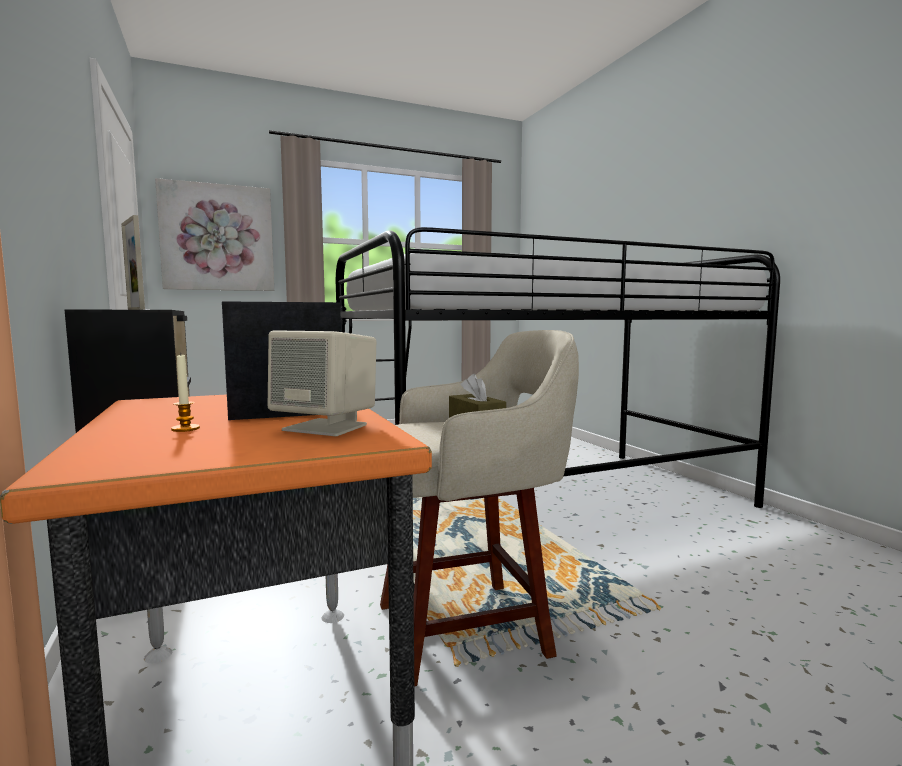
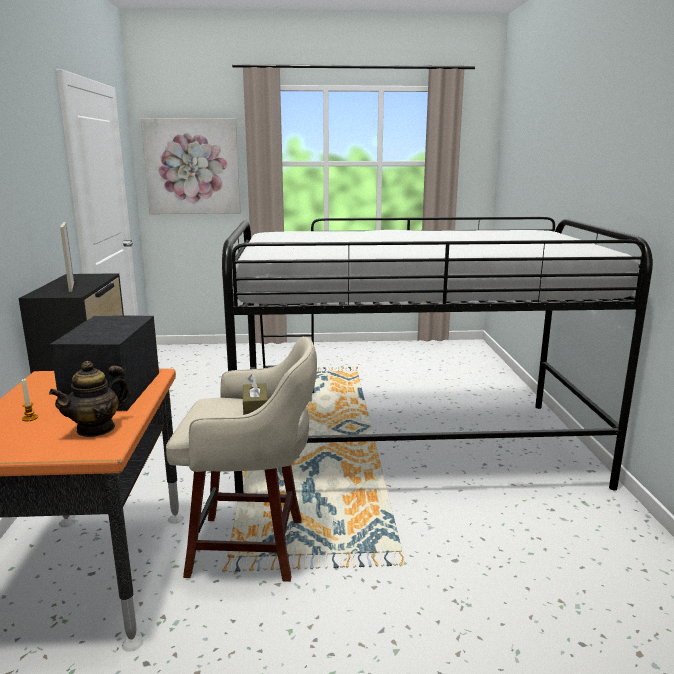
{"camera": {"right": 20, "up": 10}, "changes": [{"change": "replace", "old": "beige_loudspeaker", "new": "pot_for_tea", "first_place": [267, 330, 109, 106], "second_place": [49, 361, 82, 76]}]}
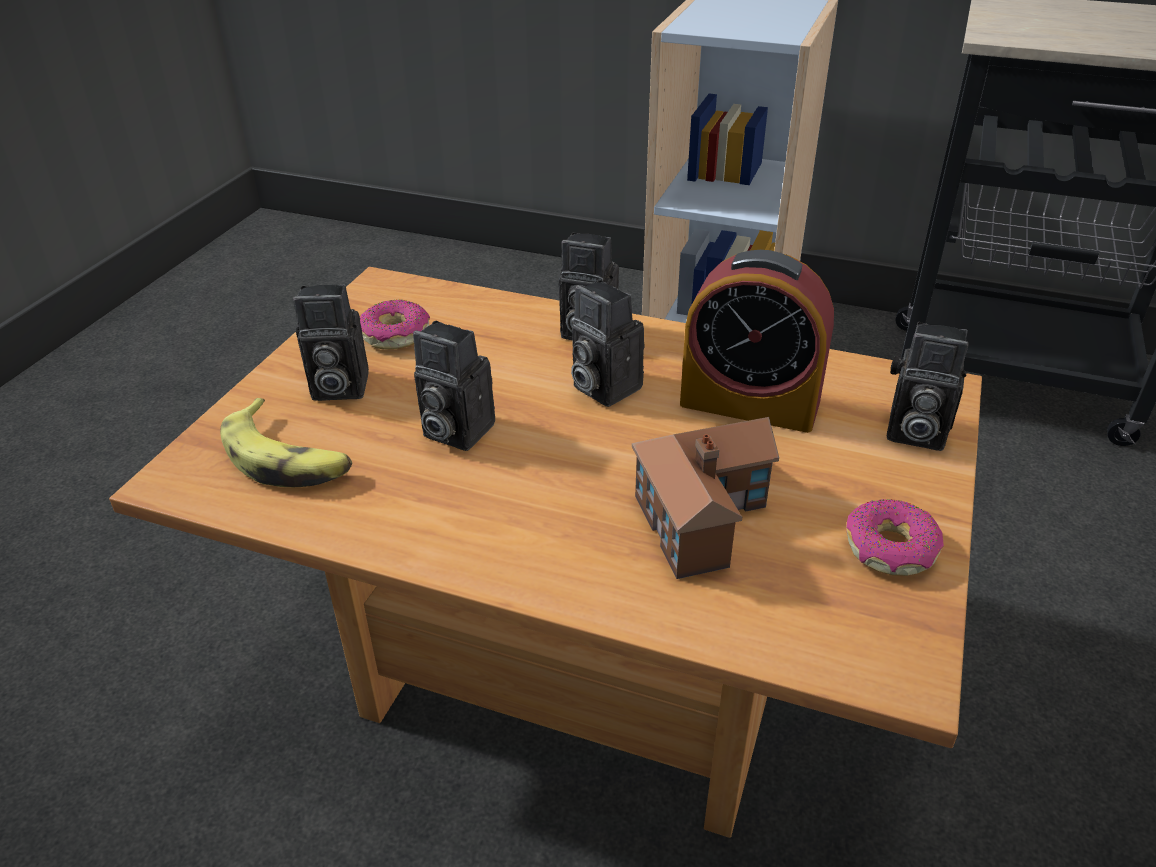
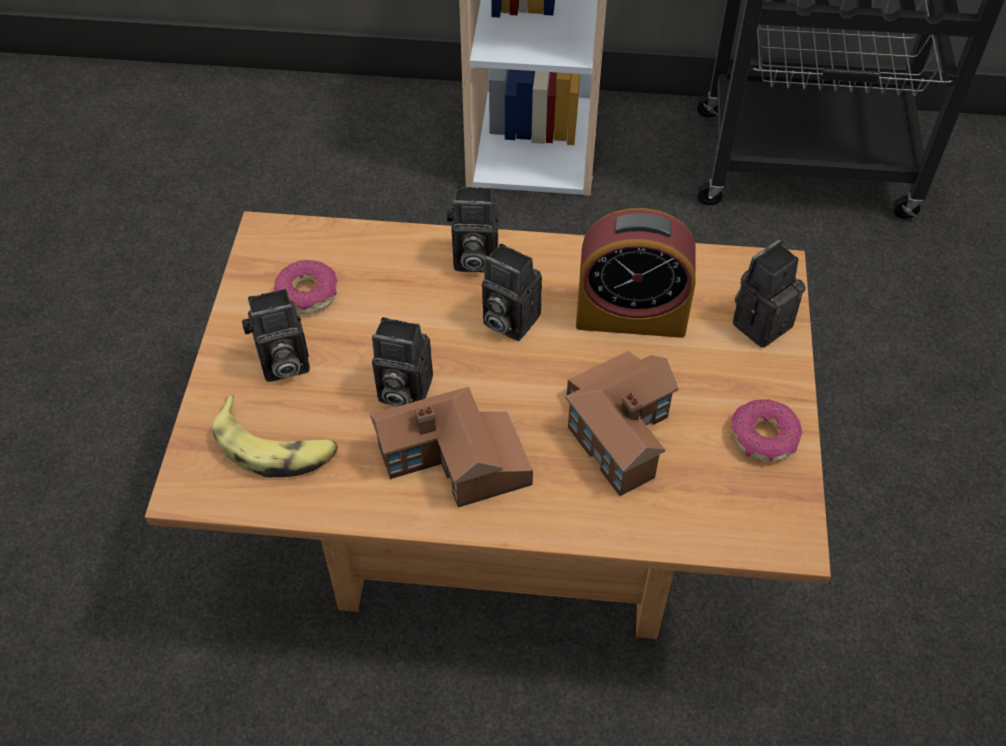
{"camera": {"right": -15, "up": 15}, "changes": [{"change": "rotate", "old": "still_camera", "first_place": [887, 322, 82, 129], "second_place": [733, 240, 73, 107], "degrees": 135}, {"change": "insert", "new": "model_house", "second_place": [370, 387, 163, 120]}]}
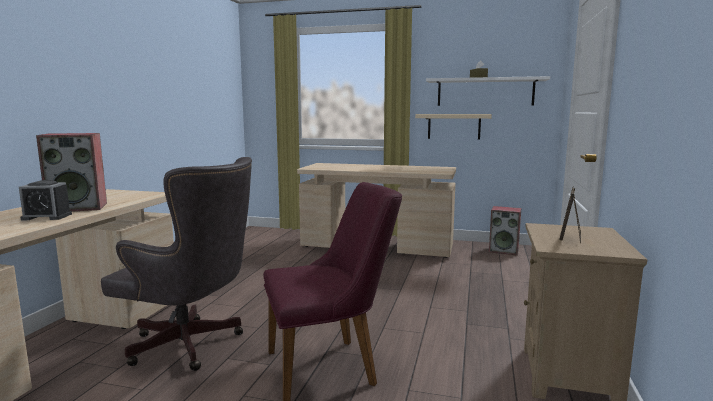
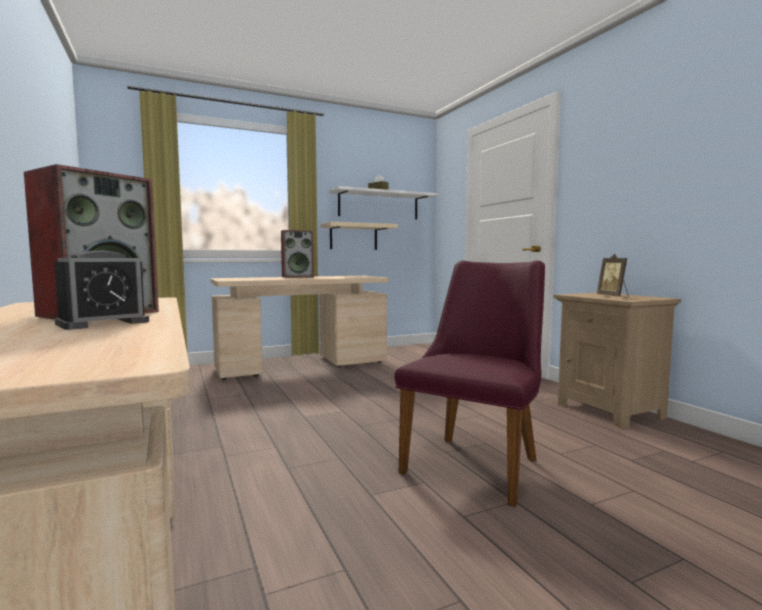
{"camera": {"right": -40, "up": -5}, "changes": [{"change": "delete", "old": "gray_computer_chair", "first_place": [101, 157, 151, 214]}, {"change": "move", "old": "loudspeaker", "first_place": [489, 206, 32, 49], "second_place": [281, 230, 33, 48]}]}
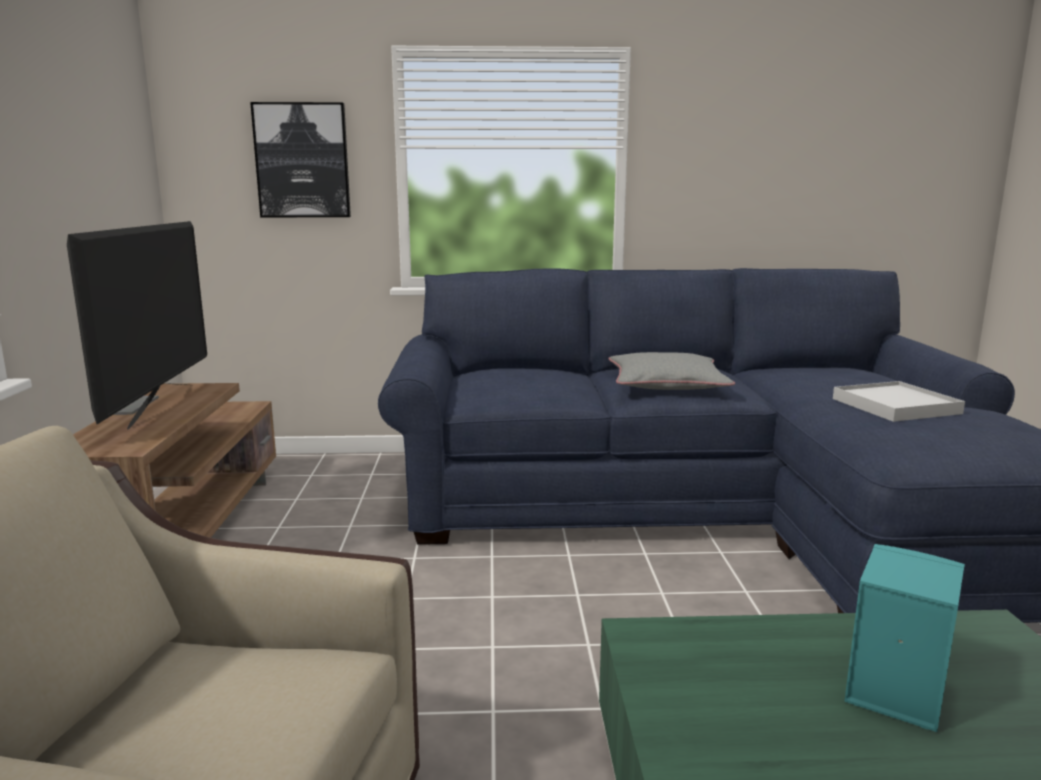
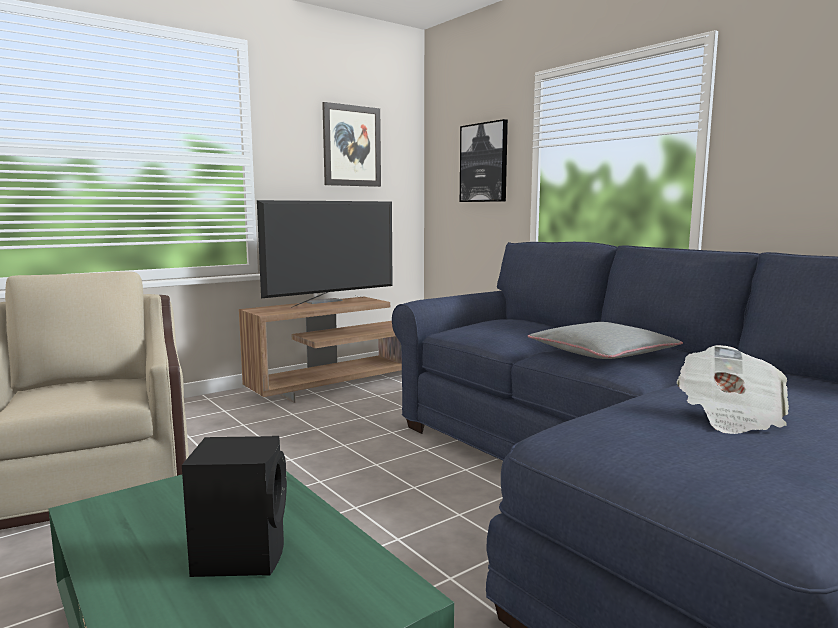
{"camera": {"right": 55, "up": -5}, "changes": [{"change": "replace", "old": "white-coloured_tray", "new": "printed_paper", "first_place": [833, 381, 132, 41], "second_place": [677, 345, 112, 89]}, {"change": "recolor", "old": "blue-green_loudspeaker", "new": "black_loudspeaker", "first_place": [844, 544, 121, 188], "second_place": [182, 436, 105, 141]}, {"change": "insert", "new": "wall_picture", "second_place": [322, 102, 59, 85]}]}
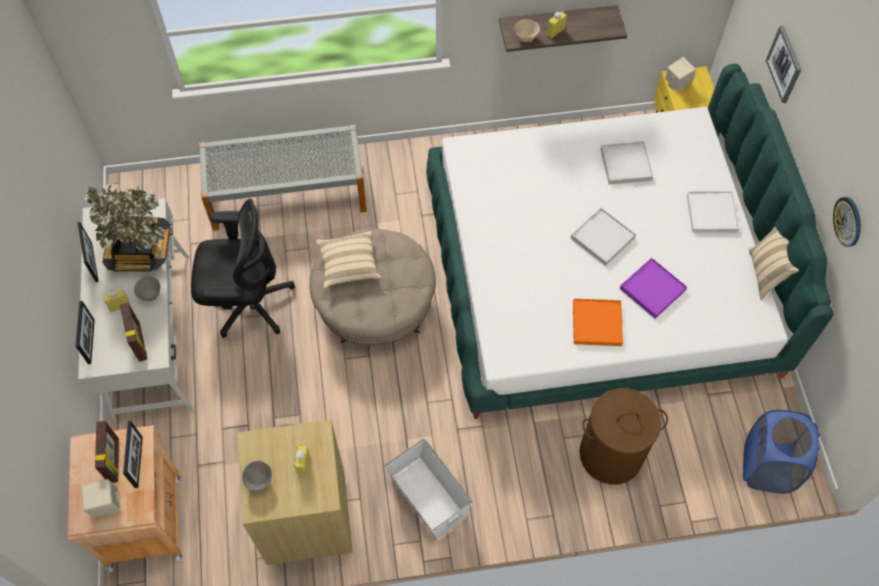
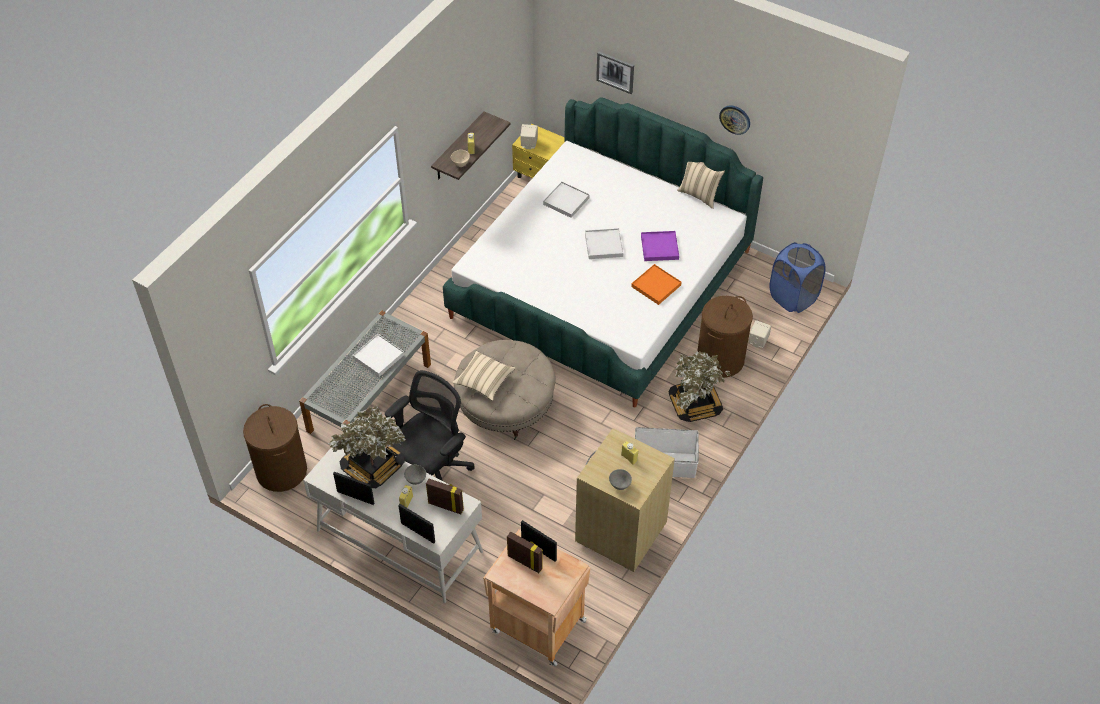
{"camera": {"right": -50, "up": -10}, "changes": [{"change": "move", "old": "white-coloured_tray", "first_place": [687, 191, 52, 42], "second_place": [353, 334, 51, 43]}, {"change": "move", "old": "beige_loudspeaker", "first_place": [81, 479, 39, 38], "second_place": [749, 320, 22, 28]}, {"change": "insert", "new": "houseplant", "second_place": [668, 351, 63, 71]}, {"change": "insert", "new": "brownish_laundry_basket", "second_place": [243, 404, 64, 88]}]}
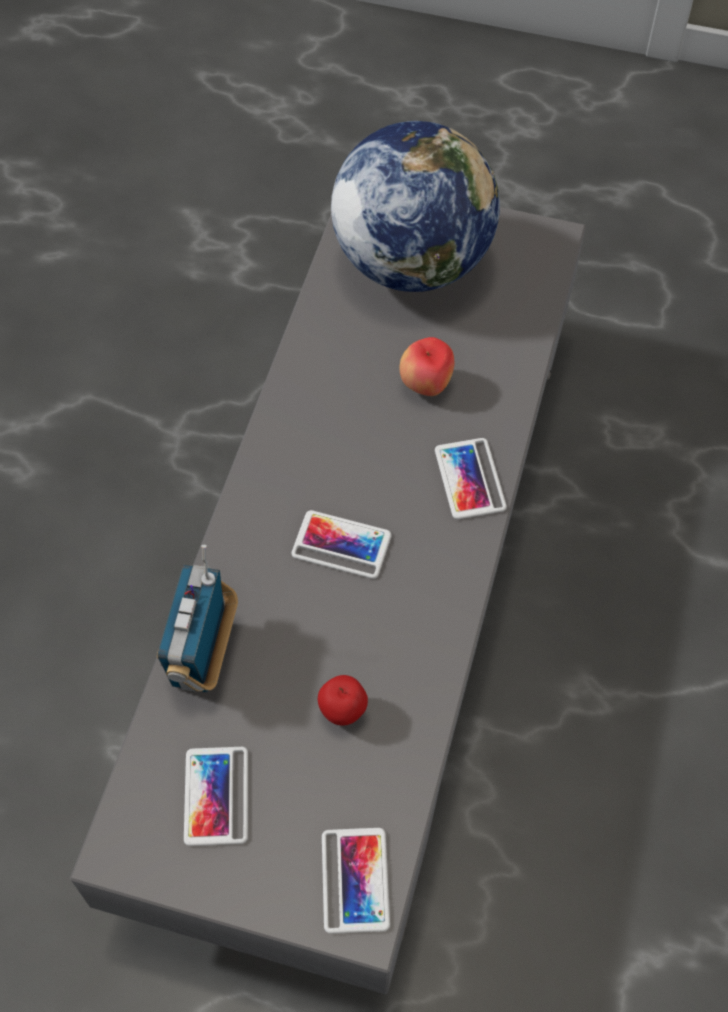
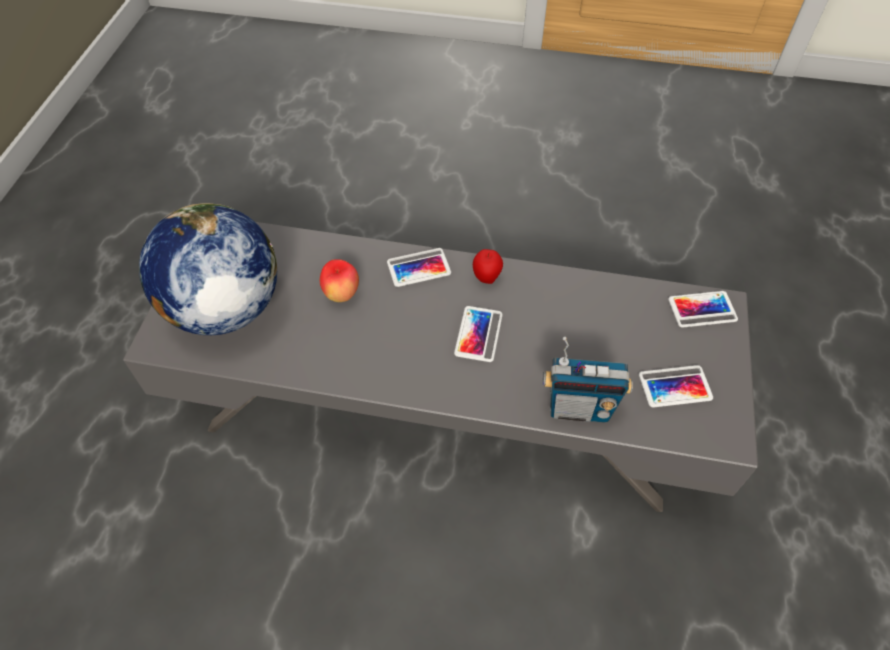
{"camera": {"right": -95, "up": -5}, "changes": [{"change": "move", "old": "apple_fruit", "first_place": [318, 675, 50, 51], "second_place": [473, 249, 30, 35]}]}
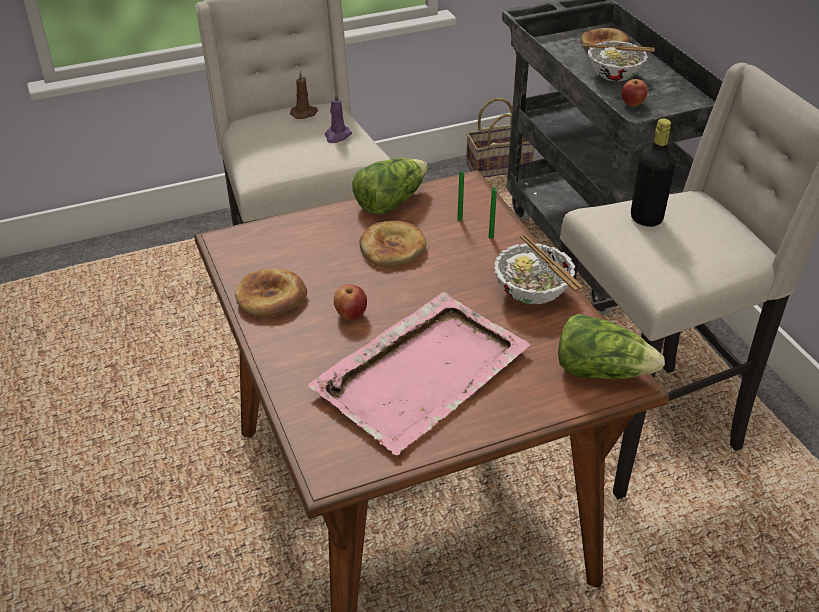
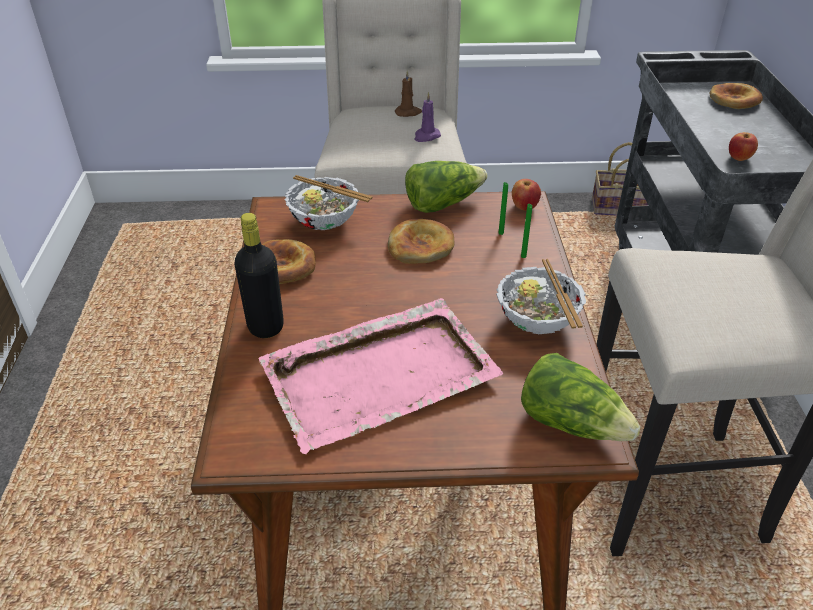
{"camera": {"right": 20, "up": 0}, "changes": [{"change": "move", "old": "serving_bowl", "first_place": [582, 41, 73, 40], "second_place": [285, 175, 88, 55]}, {"change": "move", "old": "black_beverage_bottle", "first_place": [631, 118, 45, 109], "second_place": [234, 213, 50, 125]}, {"change": "move", "old": "apple_fruit", "first_place": [334, 284, 33, 36], "second_place": [512, 179, 29, 32]}]}
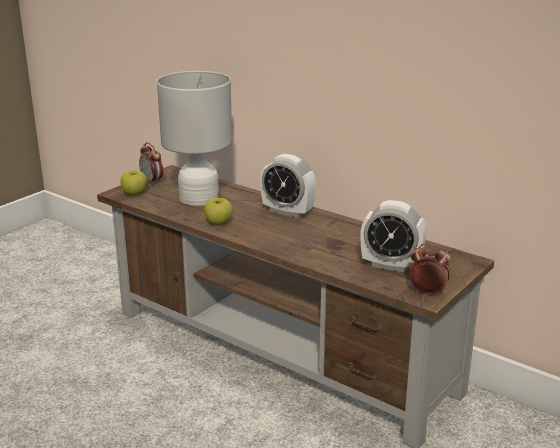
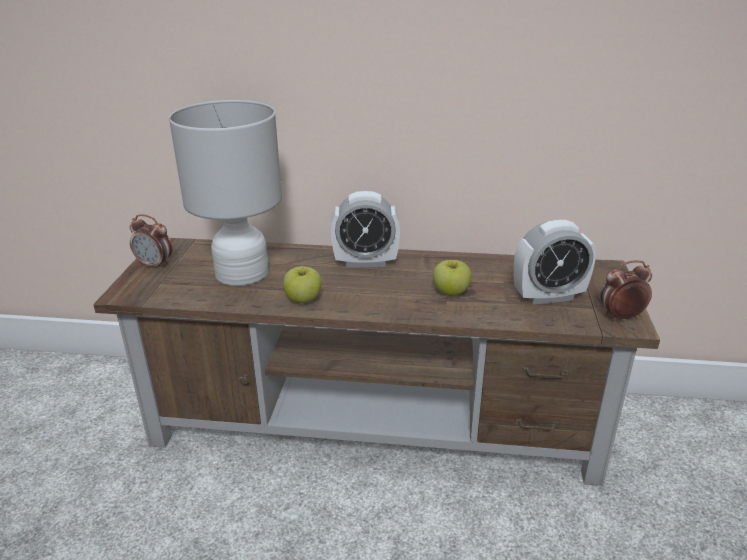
{"camera": {"right": -30, "up": 5}, "changes": [{"change": "move", "old": "apple_fruit", "first_place": [120, 170, 27, 25], "second_place": [433, 260, 39, 36]}]}
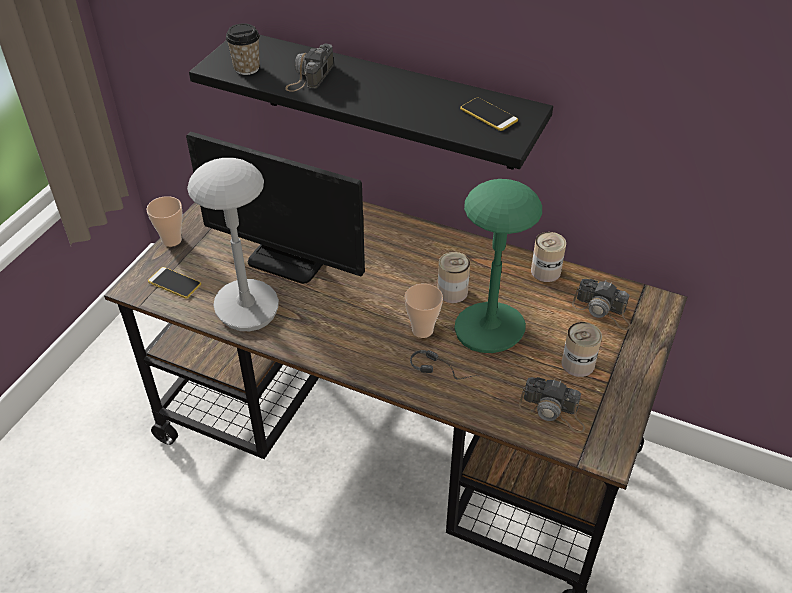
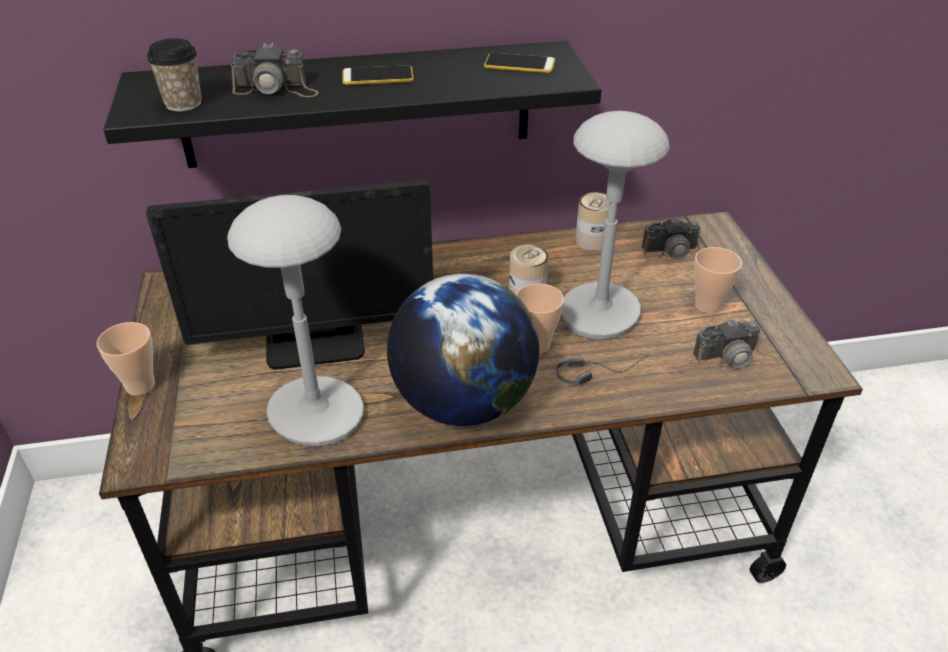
{"camera": {"right": -35, "up": -5}, "changes": [{"change": "rotate", "old": "still_camera", "first_place": [285, 43, 49, 49], "second_place": [231, 43, 88, 54], "degrees": -75}, {"change": "recolor", "old": "green_table_lamp", "new": "gray_table_lamp", "first_place": [454, 179, 88, 174], "second_place": [561, 111, 109, 229]}, {"change": "move", "old": "telephone", "first_place": [148, 267, 53, 31], "second_place": [342, 65, 72, 20]}, {"change": "replace", "old": "can", "new": "drinking_cup", "first_place": [562, 322, 40, 55], "second_place": [694, 247, 48, 67]}, {"change": "insert", "new": "desk_globe", "second_place": [387, 274, 152, 152]}]}
